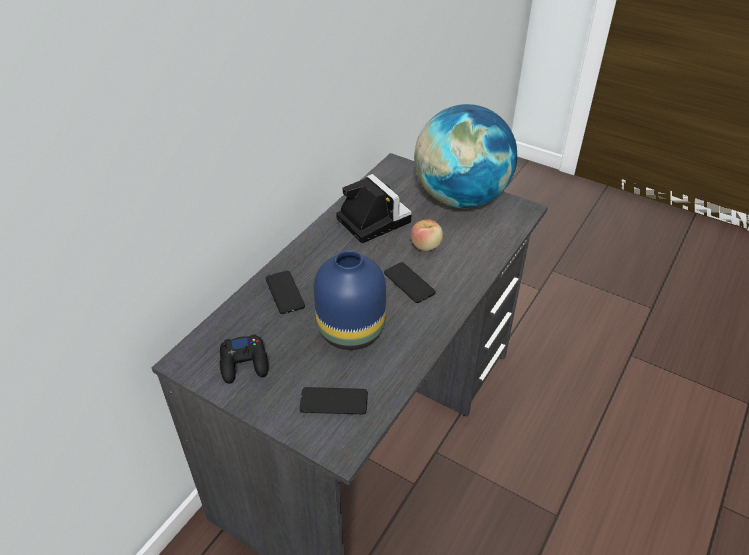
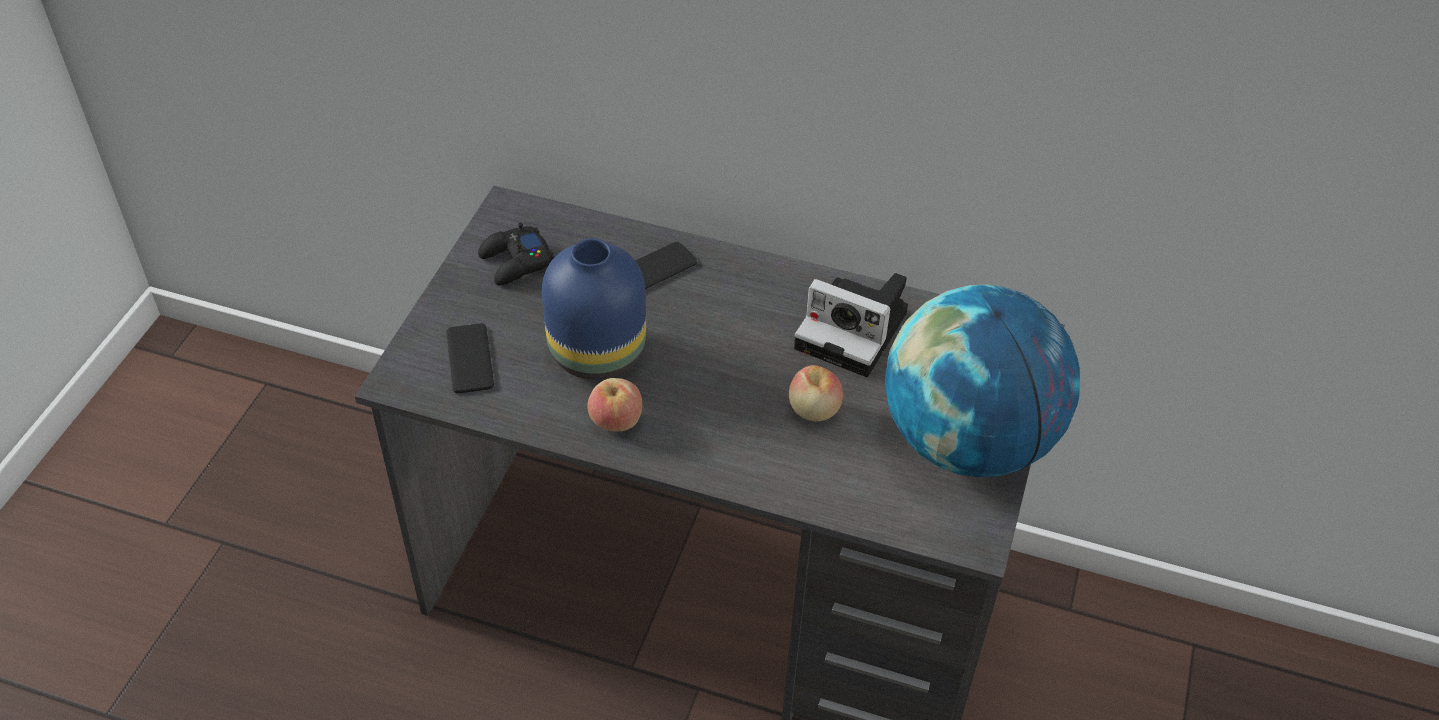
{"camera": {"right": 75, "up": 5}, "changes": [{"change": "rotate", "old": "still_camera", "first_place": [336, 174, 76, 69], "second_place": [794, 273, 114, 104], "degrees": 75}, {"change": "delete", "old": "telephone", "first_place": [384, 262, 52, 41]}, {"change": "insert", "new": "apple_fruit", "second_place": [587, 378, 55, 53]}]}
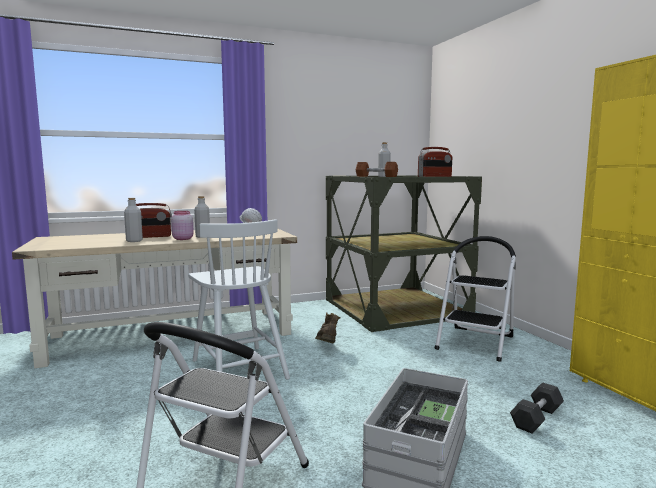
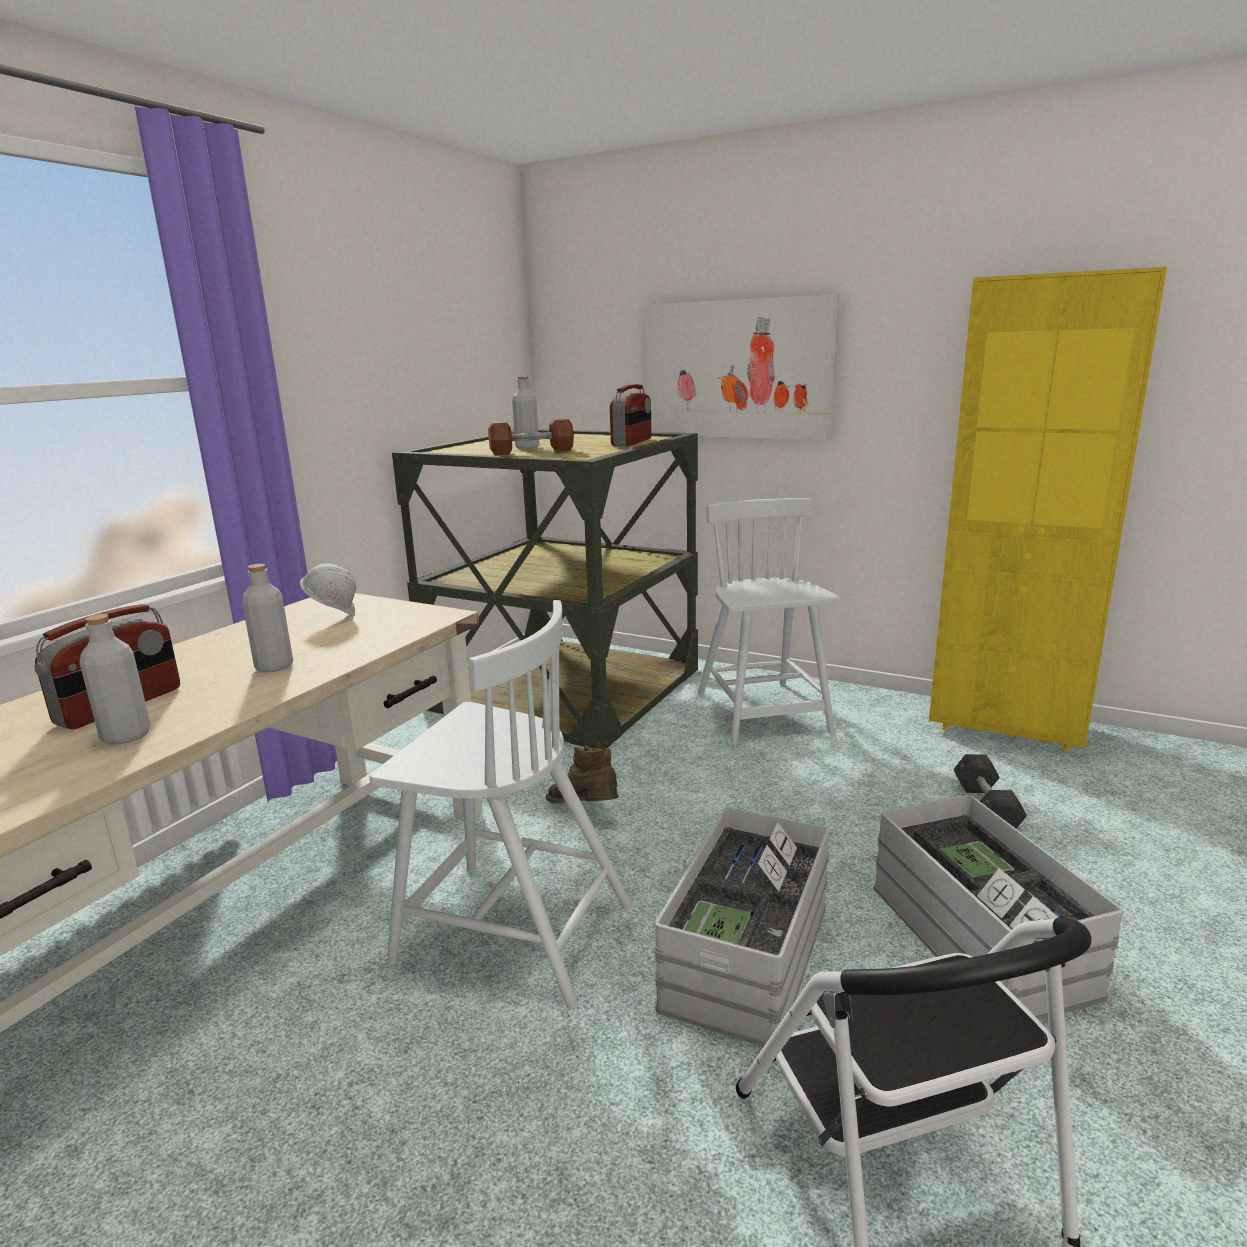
{"camera": {"right": -40, "up": 10}, "changes": [{"change": "delete", "old": "pink-coloured_storage_jar", "first_place": [171, 211, 23, 29]}, {"change": "replace", "old": "stepladder", "new": "white-coloured_plain_chair", "first_place": [434, 236, 82, 126], "second_place": [698, 498, 143, 247]}, {"change": "insert", "new": "wall_picture", "second_place": [645, 295, 194, 145]}, {"change": "insert", "new": "gray_storage_bin", "second_place": [653, 807, 176, 240]}]}
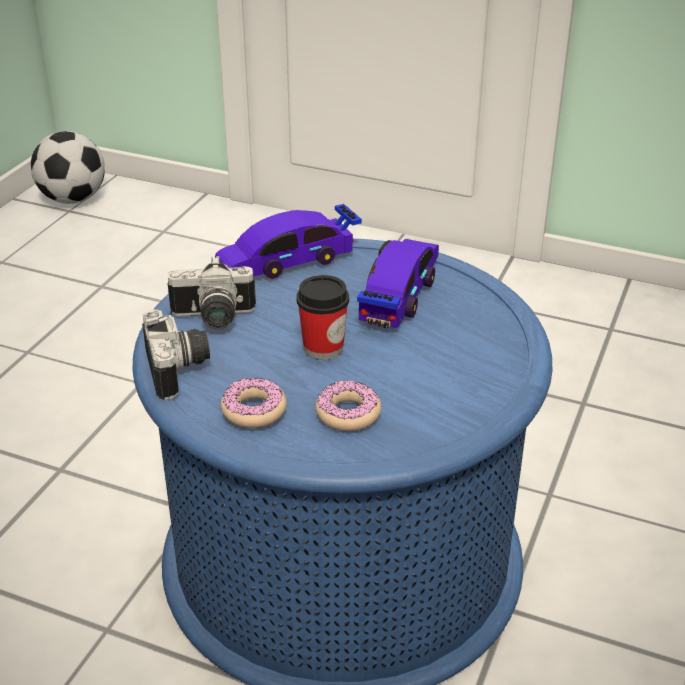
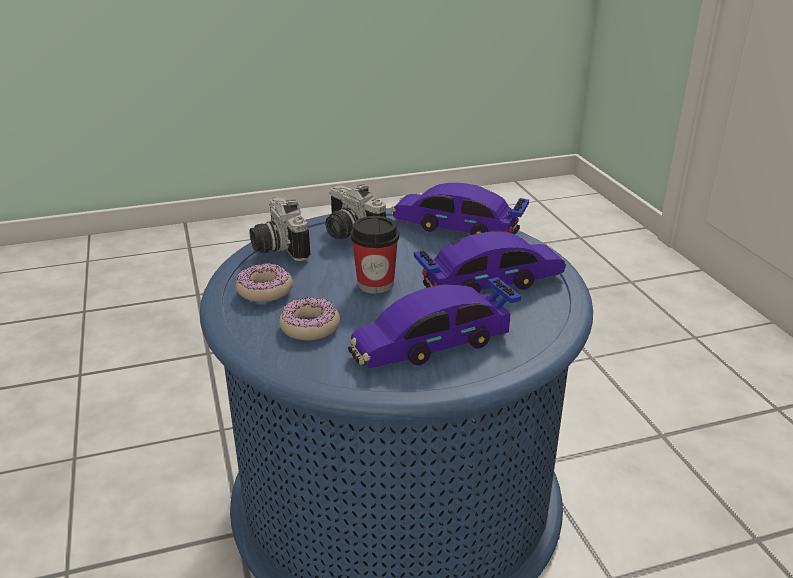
{"camera": {"right": 50, "up": -5}, "changes": [{"change": "delete", "old": "football_ball", "first_place": [31, 131, 74, 73]}, {"change": "rotate", "old": "still_camera", "first_place": [142, 310, 68, 90], "second_place": [250, 197, 60, 64], "degrees": 120}, {"change": "insert", "new": "miniature_car", "second_place": [348, 277, 173, 91]}]}
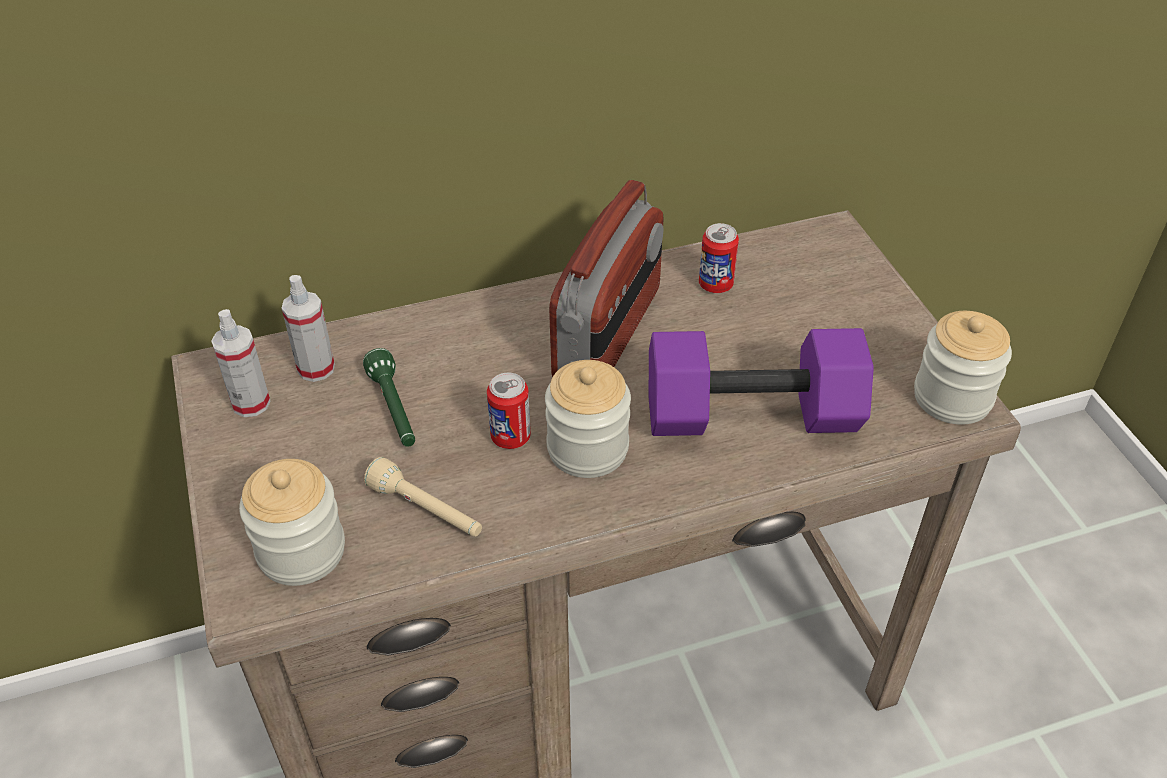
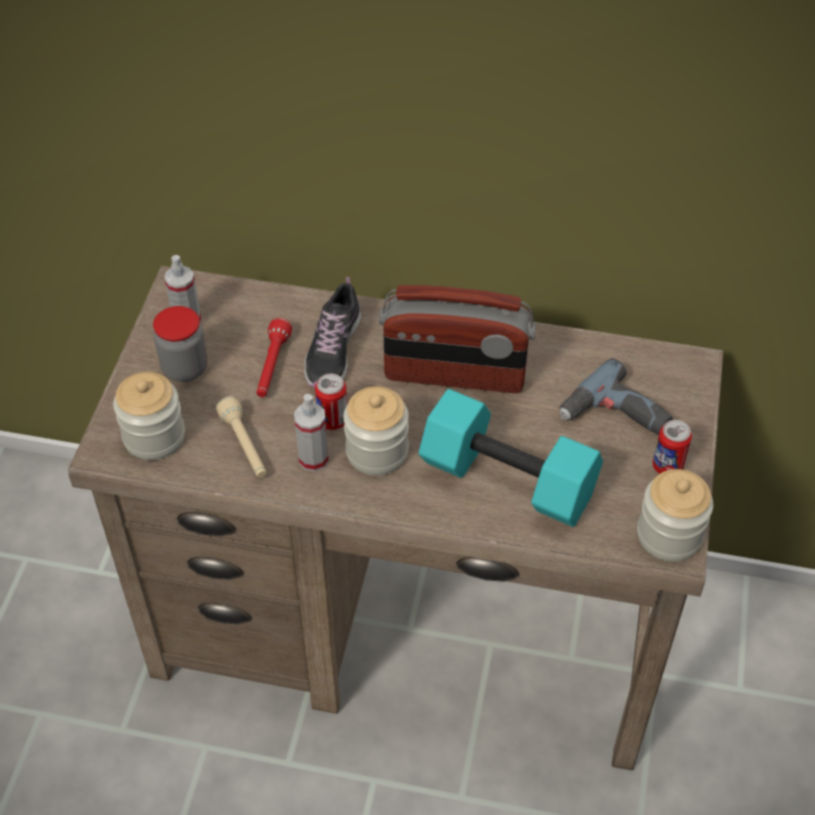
{"camera": {"right": 30, "up": 5}, "changes": [{"change": "rotate", "old": "radio_set", "first_place": [549, 180, 115, 197], "second_place": [379, 285, 157, 108], "degrees": 45}, {"change": "move", "old": "can", "first_place": [699, 223, 40, 70], "second_place": [653, 420, 39, 54]}, {"change": "move", "old": "sprayer", "first_place": [282, 275, 53, 107], "second_place": [294, 394, 35, 78]}, {"change": "recolor", "old": "purple_dumbbell", "new": "blue-green_dumbbell", "first_place": [649, 328, 225, 108], "second_place": [419, 389, 184, 138]}, {"change": "recolor", "old": "green_flashlight", "new": "red_flashlight", "first_place": [363, 348, 52, 99], "second_place": [257, 318, 35, 79]}, {"change": "insert", "new": "shoe", "second_place": [304, 277, 57, 111]}, {"change": "insert", "new": "storage_jar", "second_place": [153, 306, 55, 76]}, {"change": "insert", "new": "power_drill", "second_place": [559, 358, 114, 77]}]}
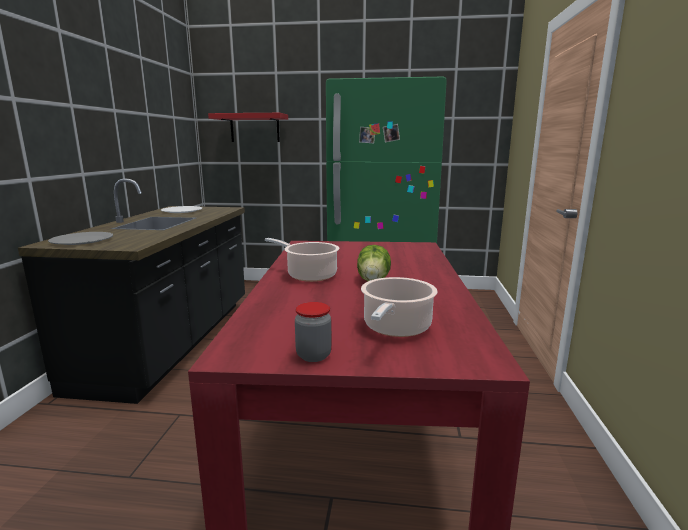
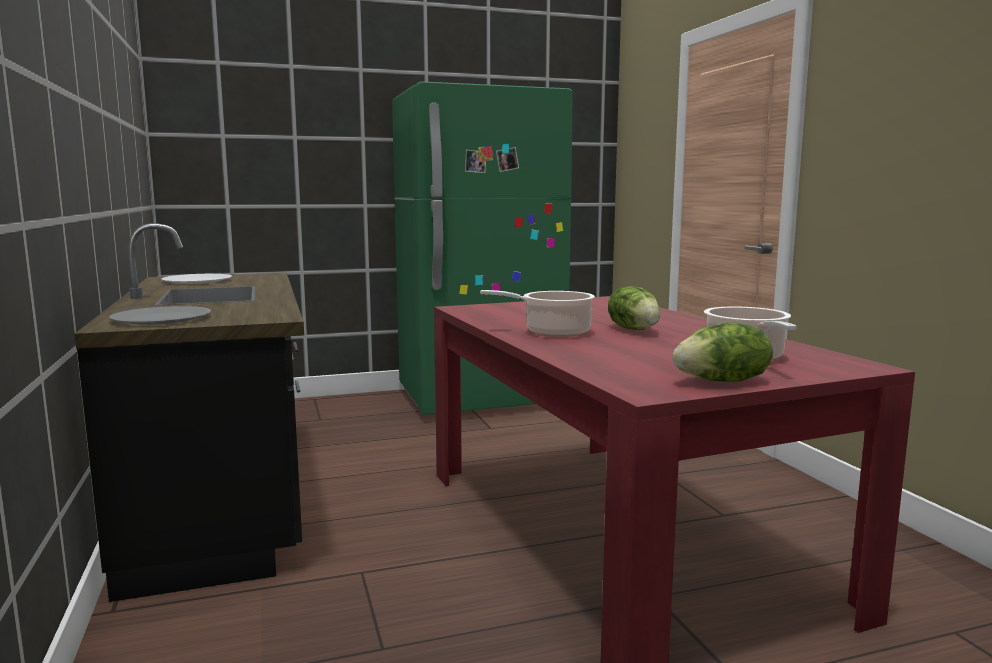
{"camera": {"right": -25, "up": -5}, "changes": [{"change": "delete", "old": "red_bracket_shelf", "first_place": [208, 113, 80, 29]}, {"change": "replace", "old": "storage_jar", "new": "head_of_lettuce", "first_place": [295, 302, 37, 60], "second_place": [673, 323, 100, 59]}]}
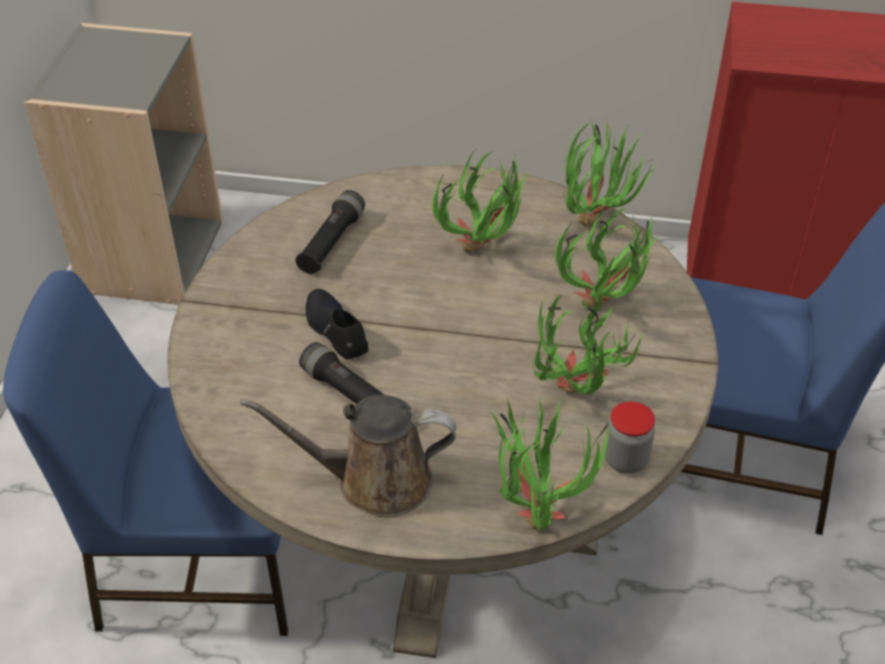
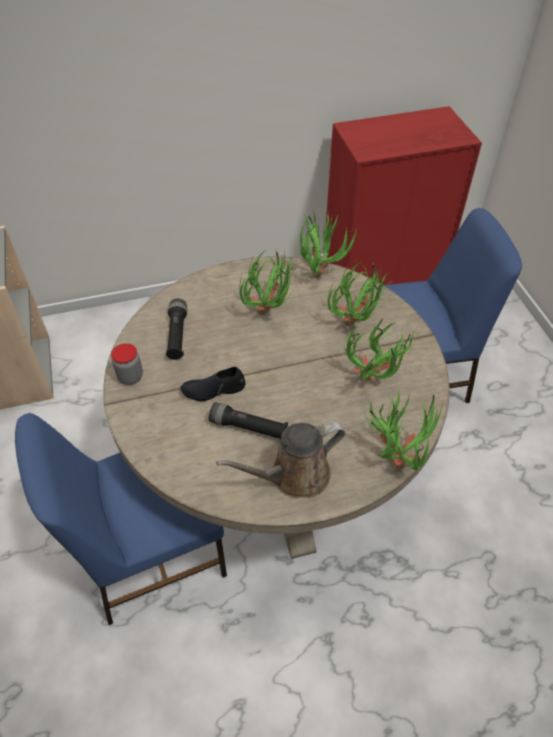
{"camera": {"right": -25, "up": 5}, "changes": [{"change": "rotate", "old": "black_shoe", "first_place": [306, 289, 62, 71], "second_place": [180, 367, 65, 34], "degrees": -45}, {"change": "move", "old": "storage_jar", "first_place": [605, 402, 50, 72], "second_place": [111, 343, 32, 42]}]}
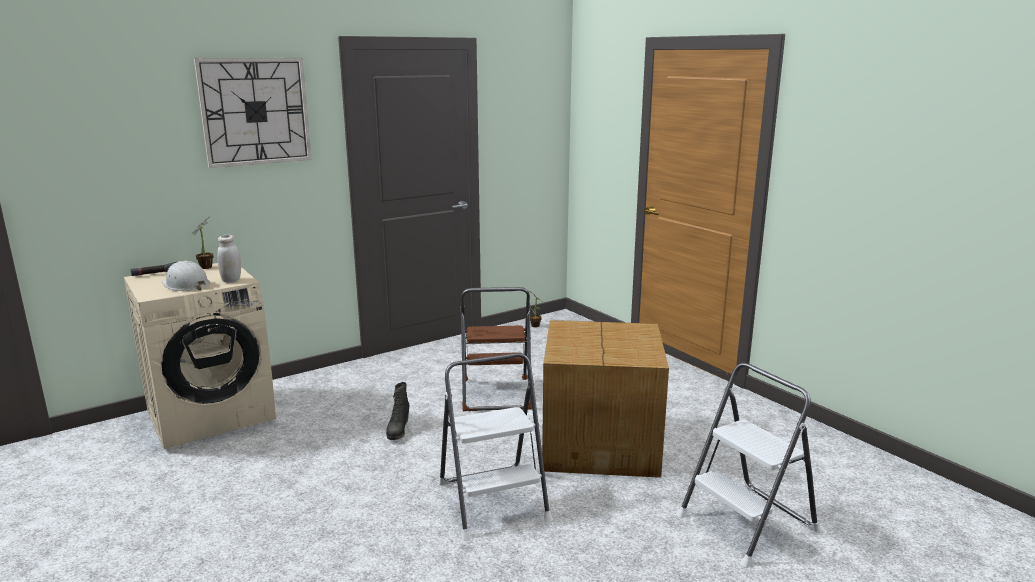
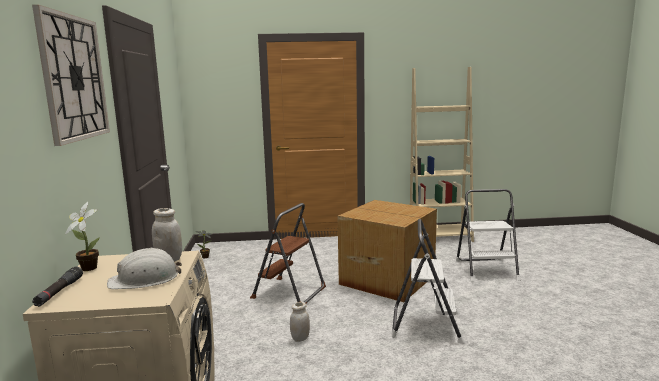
{"camera": {"right": -60, "up": -5}, "changes": [{"change": "replace", "old": "black_boot", "new": "white-coloured_storage_jar", "first_place": [386, 382, 23, 58], "second_place": [290, 302, 20, 40]}, {"change": "insert", "new": "beige_bookcase", "second_place": [410, 67, 64, 175]}]}
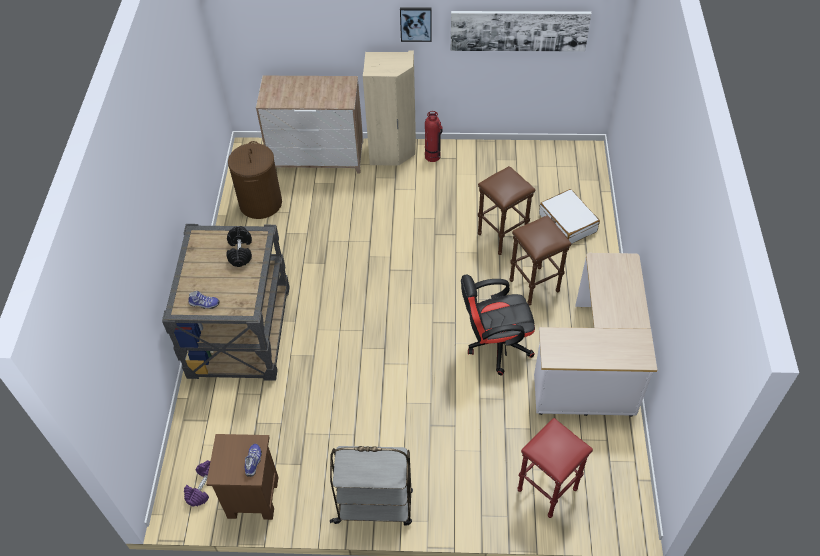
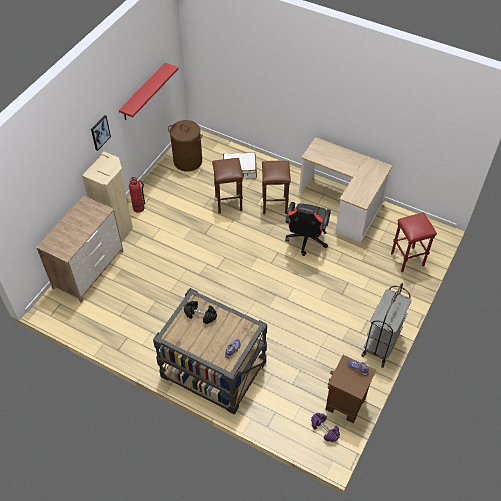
{"camera": {"right": -65, "up": 0}, "changes": [{"change": "replace", "old": "wall_picture", "new": "red_bracket_shelf", "first_place": [451, 11, 140, 41], "second_place": [119, 62, 60, 58]}, {"change": "move", "old": "brownish_laundry_basket", "first_place": [228, 141, 54, 78], "second_place": [168, 120, 35, 52]}]}
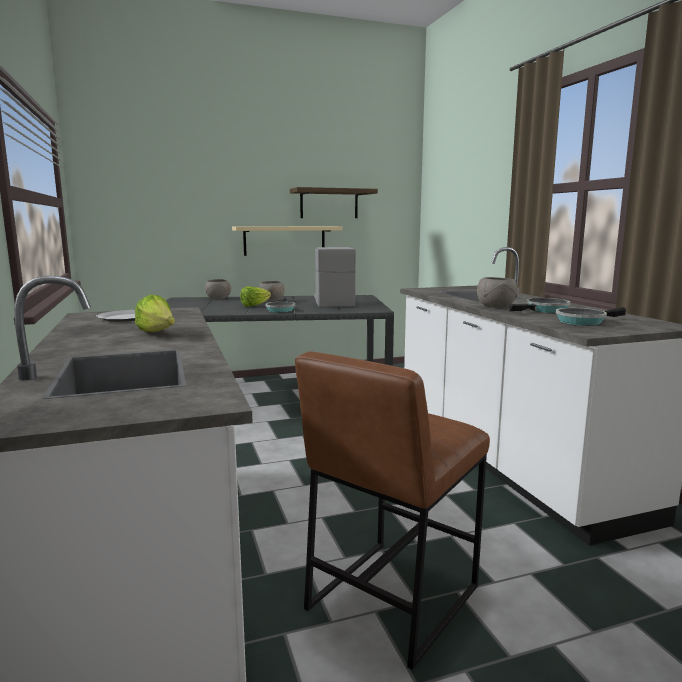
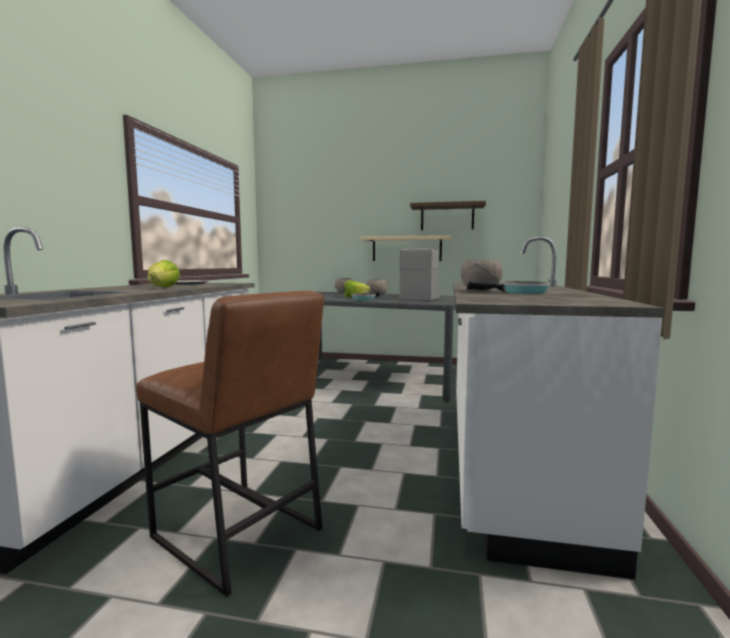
{"camera": {"right": 30, "up": -5}, "changes": [{"change": "delete", "old": "skillet", "first_place": [556, 307, 70, 19]}, {"change": "rotate", "old": "brownish_plain_chair", "first_place": [295, 352, 195, 318], "second_place": [136, 291, 188, 306], "degrees": -120}]}
